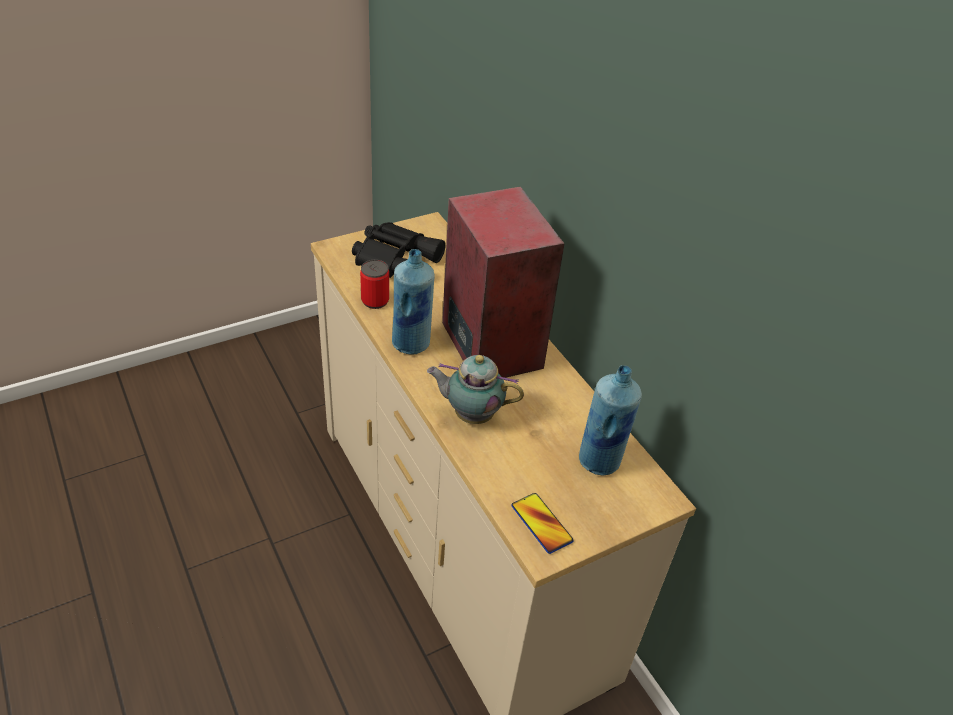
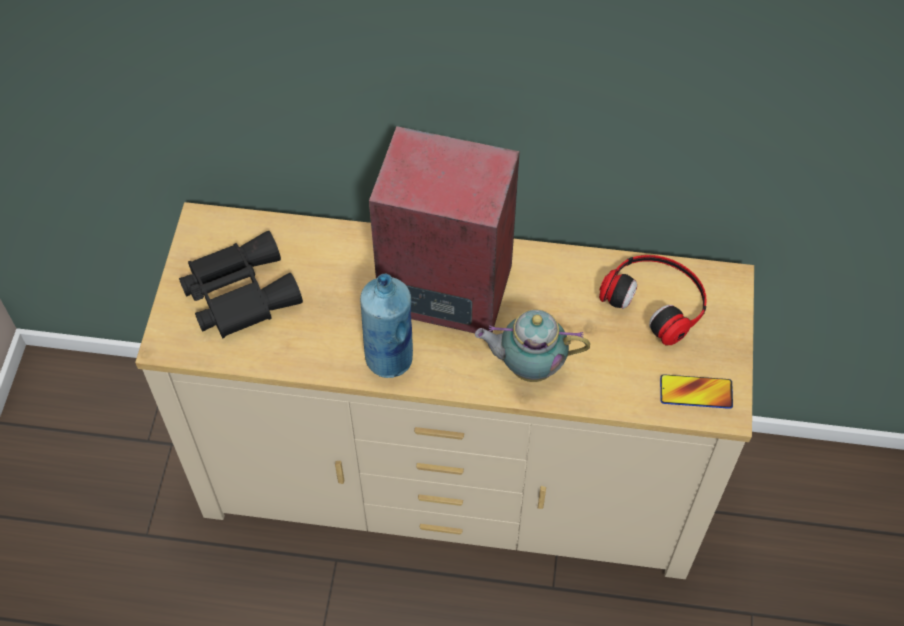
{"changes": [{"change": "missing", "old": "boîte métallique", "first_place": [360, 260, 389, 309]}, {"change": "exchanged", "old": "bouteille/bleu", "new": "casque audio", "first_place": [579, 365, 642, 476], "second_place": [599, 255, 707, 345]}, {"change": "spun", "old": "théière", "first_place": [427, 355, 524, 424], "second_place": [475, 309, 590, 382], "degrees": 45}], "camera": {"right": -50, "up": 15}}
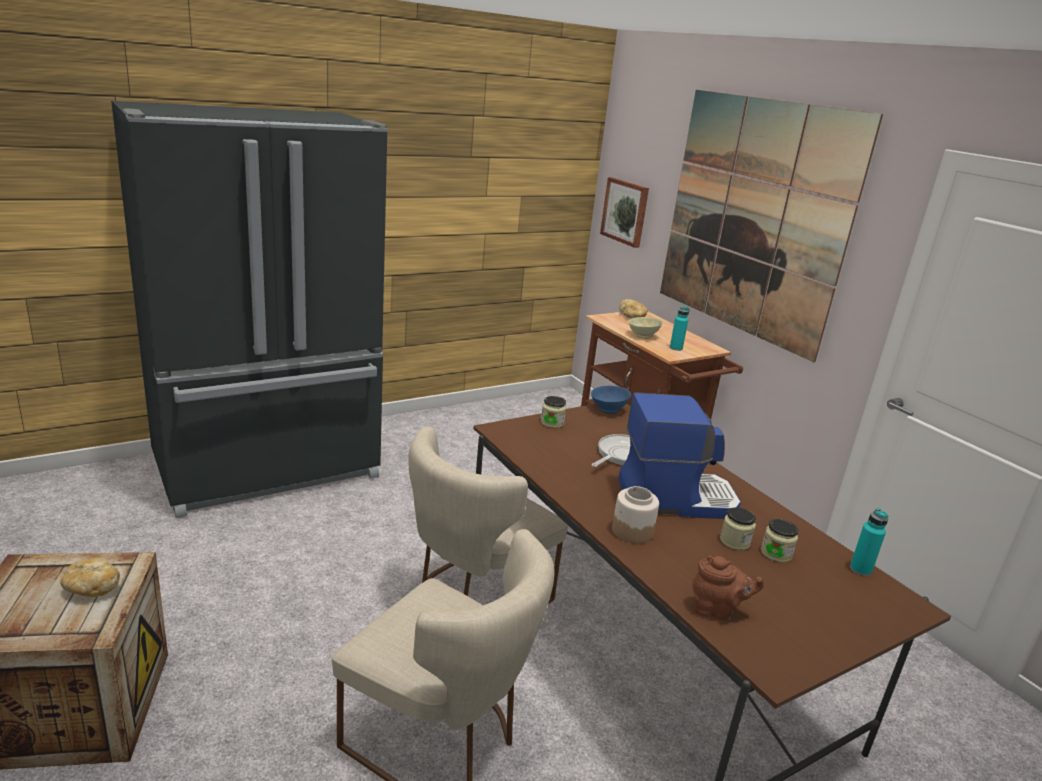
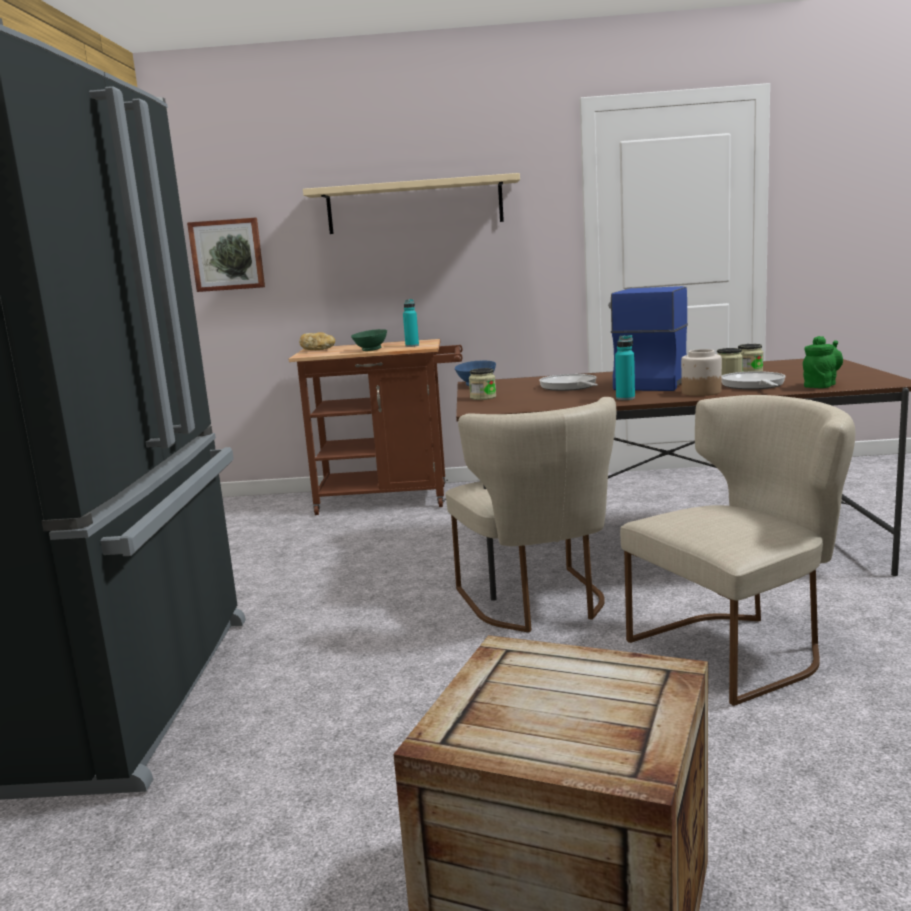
{"changes": [{"change": "missing", "old": "pain", "first_place": [60, 559, 120, 597]}, {"change": "appeared", "new": "poêle", "second_place": [722, 371, 786, 390]}, {"change": "relocated", "old": "bouteille/turquoise", "first_place": [850, 508, 889, 576], "second_place": [615, 335, 635, 400]}, {"change": "exchanged", "old": "tableau", "new": "étagère/beige", "first_place": [660, 90, 883, 362], "second_place": [303, 173, 520, 234]}, {"change": "colour", "old": "bol/beige", "new": "bol/vert", "first_place": [628, 317, 663, 339], "second_place": [351, 329, 387, 351]}, {"change": "colour", "old": "théière/marron", "new": "théière/vert", "first_place": [692, 556, 764, 620], "second_place": [803, 336, 843, 388]}], "camera": {"right": -55, "up": -10}}
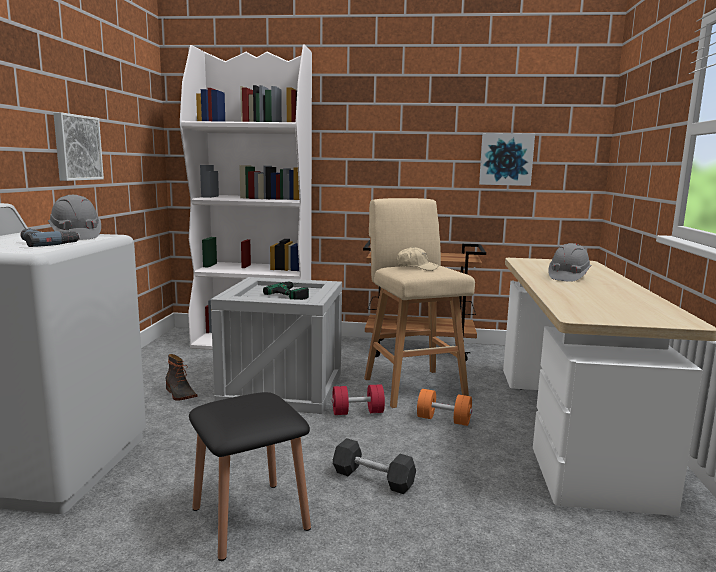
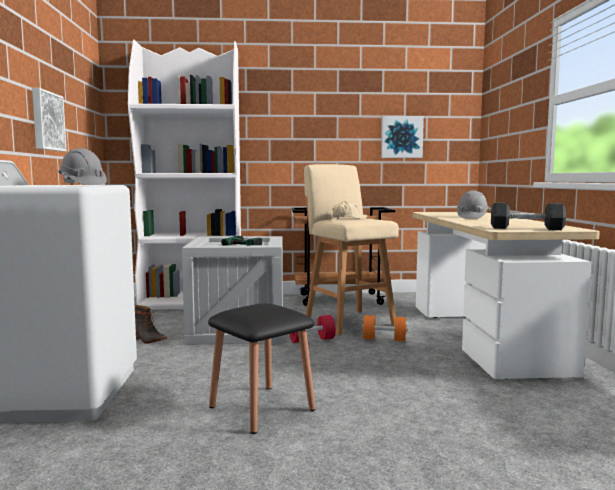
{"changes": [{"change": "missing", "old": "perceuse", "first_place": [20, 229, 81, 247]}, {"change": "relocated", "old": "haltère/gris", "first_place": [333, 438, 416, 494], "second_place": [491, 202, 566, 230]}], "camera": {"right": -10, "up": -5}}
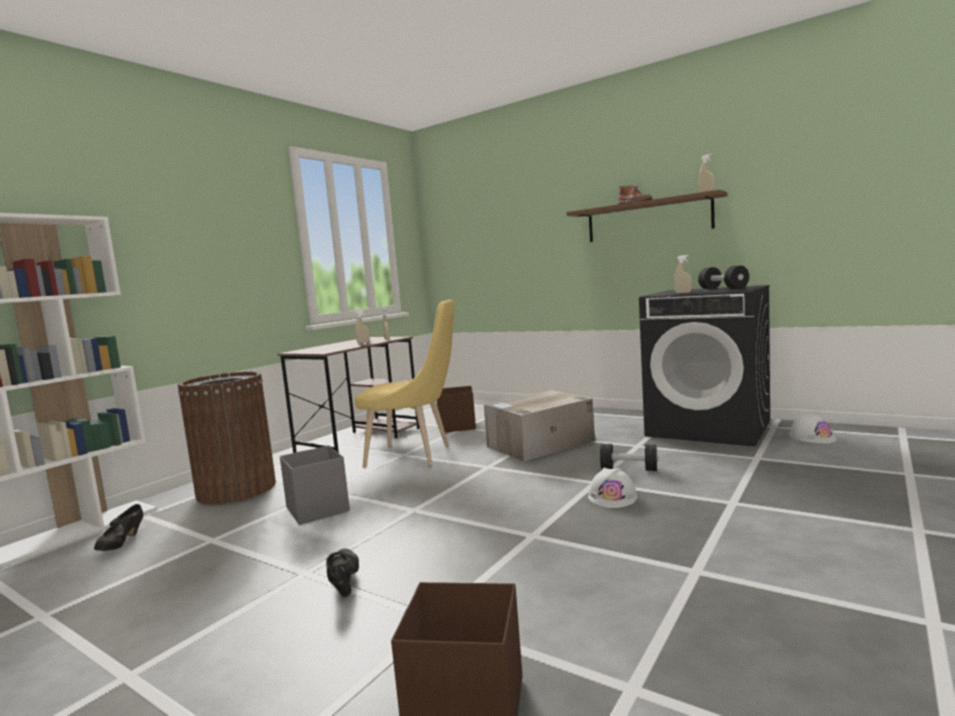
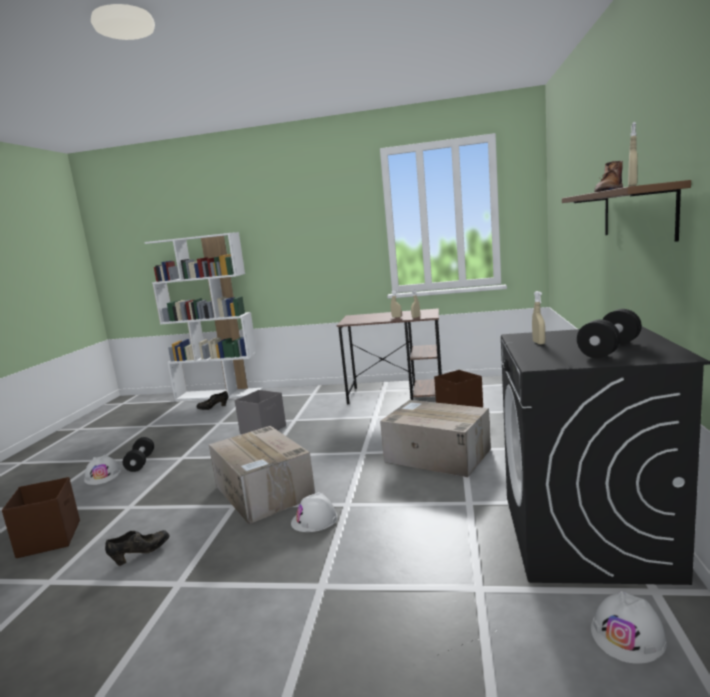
{"changes": [{"change": "missing", "old": "poubelle/marron", "first_place": [178, 371, 276, 504]}, {"change": "missing", "old": "chaise/jaune", "first_place": [355, 300, 455, 468]}, {"change": "appeared", "new": "casque de chantier/blanc", "second_place": [84, 455, 121, 485]}, {"change": "appeared", "new": "carton", "second_place": [209, 426, 315, 524]}, {"change": "relocated", "old": "chaussure/noir", "first_place": [326, 549, 359, 597], "second_place": [105, 530, 170, 566]}, {"change": "relocated", "old": "haltère/noir", "first_place": [600, 444, 658, 471], "second_place": [123, 437, 154, 472]}], "camera": {"right": 65, "up": 5}}
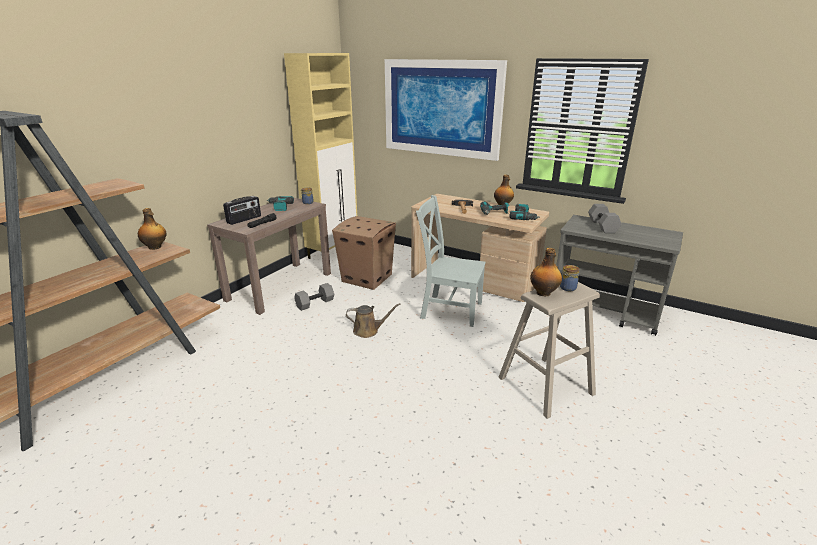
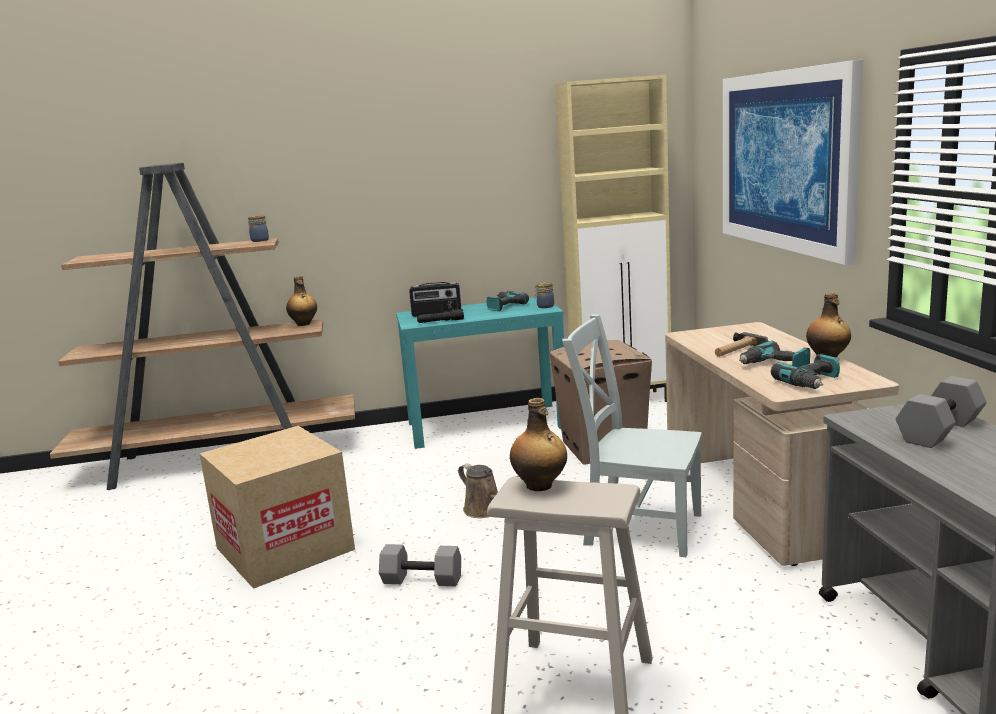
{"changes": [{"change": "appeared", "new": "carton", "second_place": [199, 426, 355, 589]}, {"change": "relocated", "old": "haltère/gris", "first_place": [294, 283, 334, 311], "second_place": [379, 544, 461, 586]}, {"change": "relocated", "old": "bocal", "first_place": [560, 265, 580, 291], "second_place": [248, 215, 269, 242]}, {"change": "colour", "old": "table console/marron", "new": "table console/turquoise", "first_place": [207, 198, 331, 315], "second_place": [396, 297, 564, 449]}, {"change": "spun", "old": "chaise/gris", "first_place": [416, 195, 486, 327], "second_place": [562, 314, 702, 557], "degrees": -45}], "camera": {"right": 50, "up": -10}}
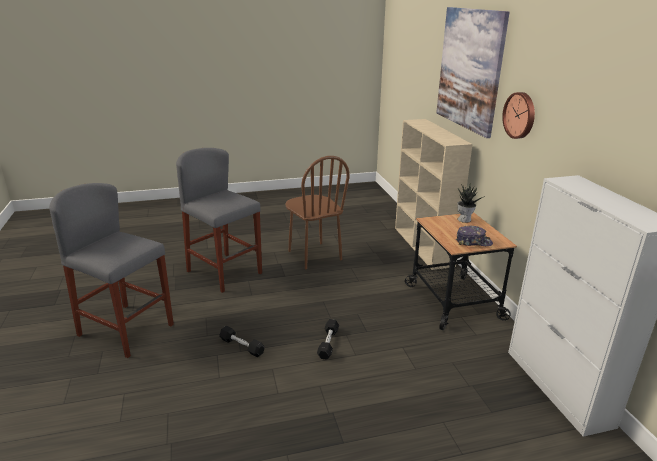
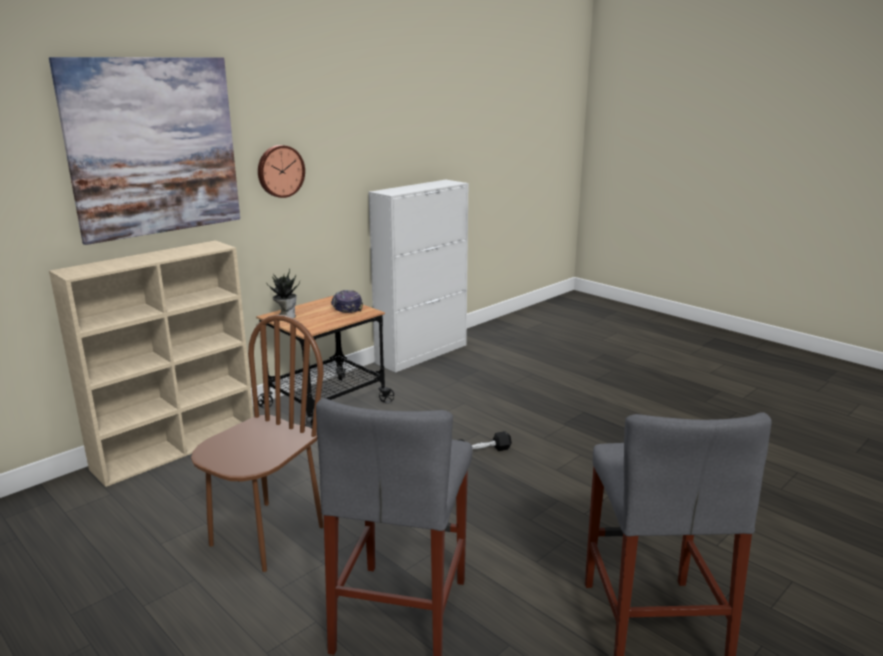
{"changes": [{"change": "missing", "old": "haltère/noir", "first_place": [219, 326, 264, 357]}], "camera": {"right": -120, "up": -5}}
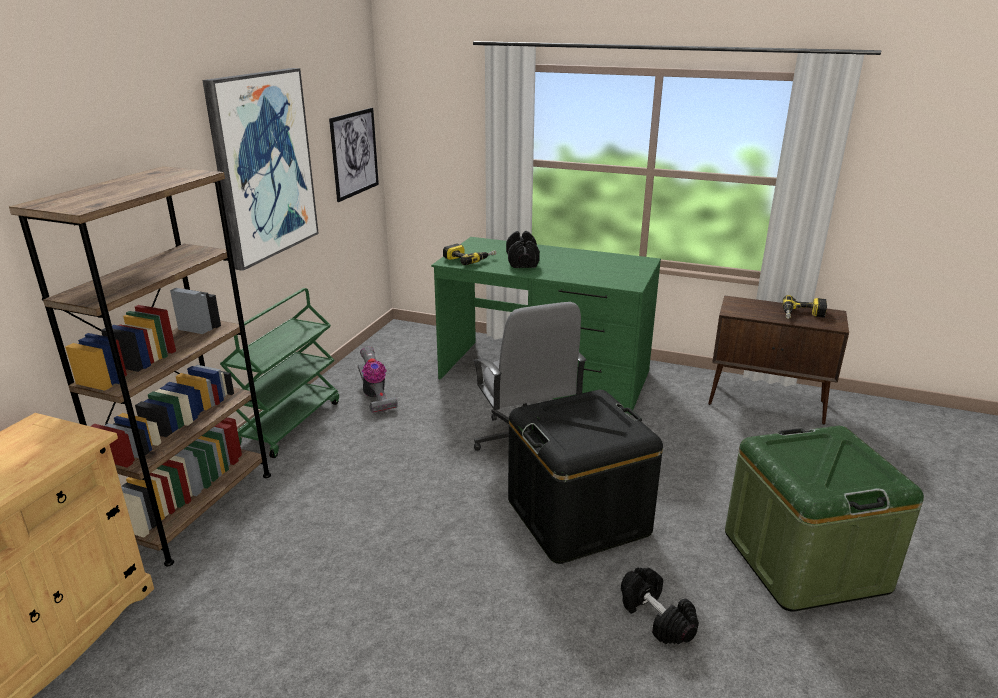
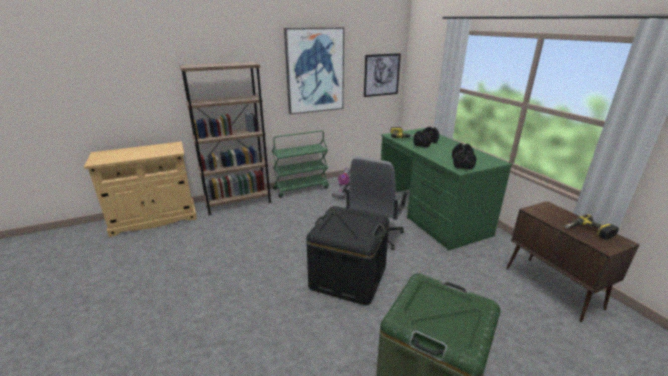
{"changes": [{"change": "relocated", "old": "haltère/noir", "first_place": [621, 568, 699, 644], "second_place": [452, 143, 476, 169]}], "camera": {"right": 45, "up": 0}}
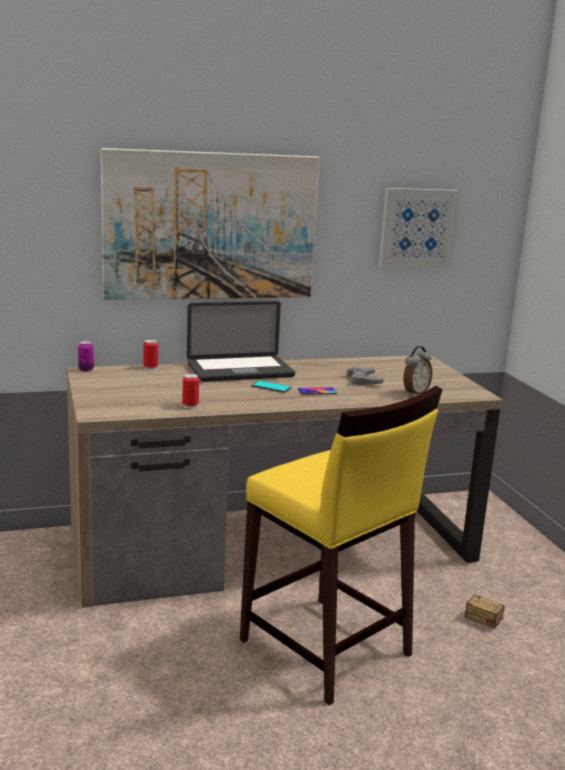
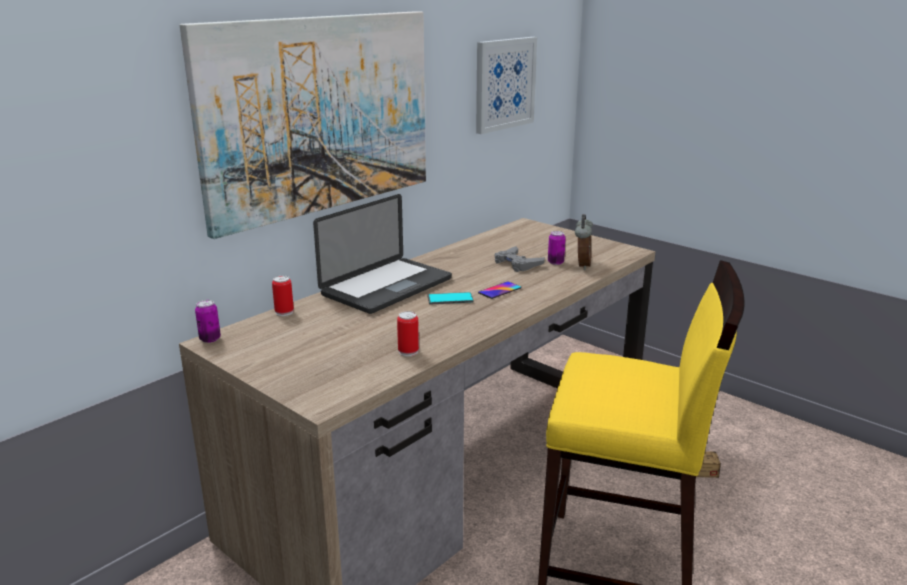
{"changes": [{"change": "appeared", "new": "boîte métallique", "second_place": [548, 231, 566, 265]}], "camera": {"right": -30, "up": 5}}
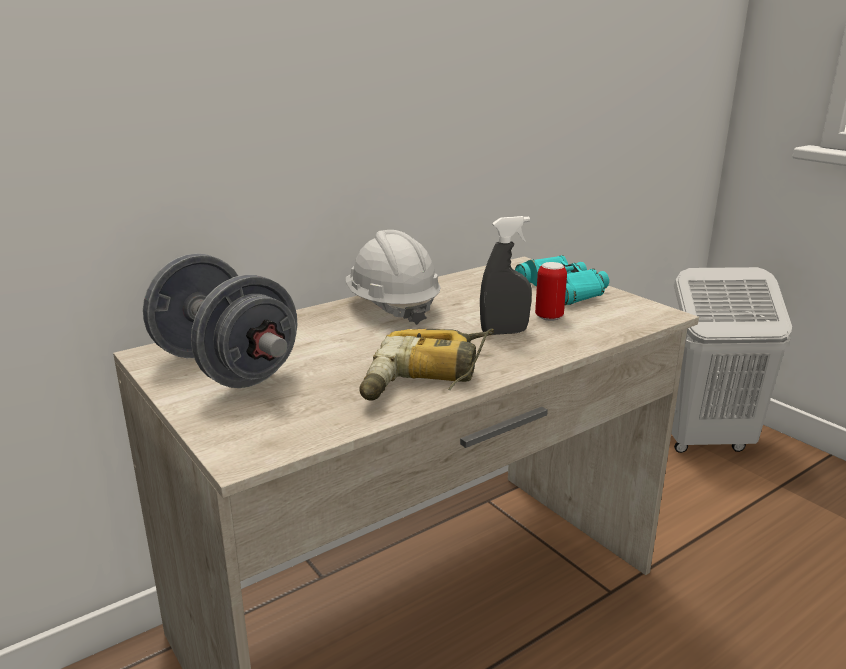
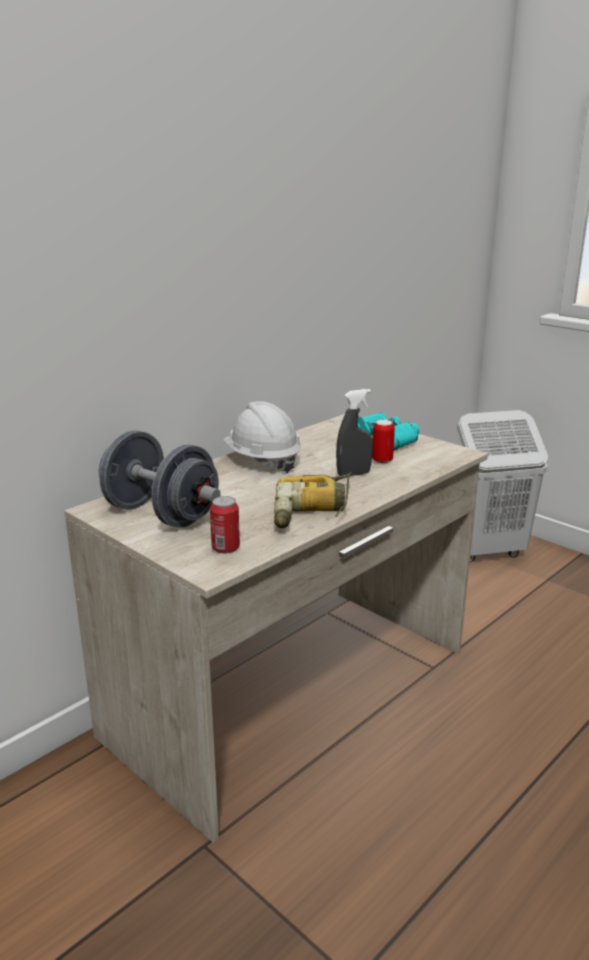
{"changes": [{"change": "appeared", "new": "boîte métallique", "second_place": [210, 496, 240, 553]}], "camera": {"right": -10, "up": 0}}
